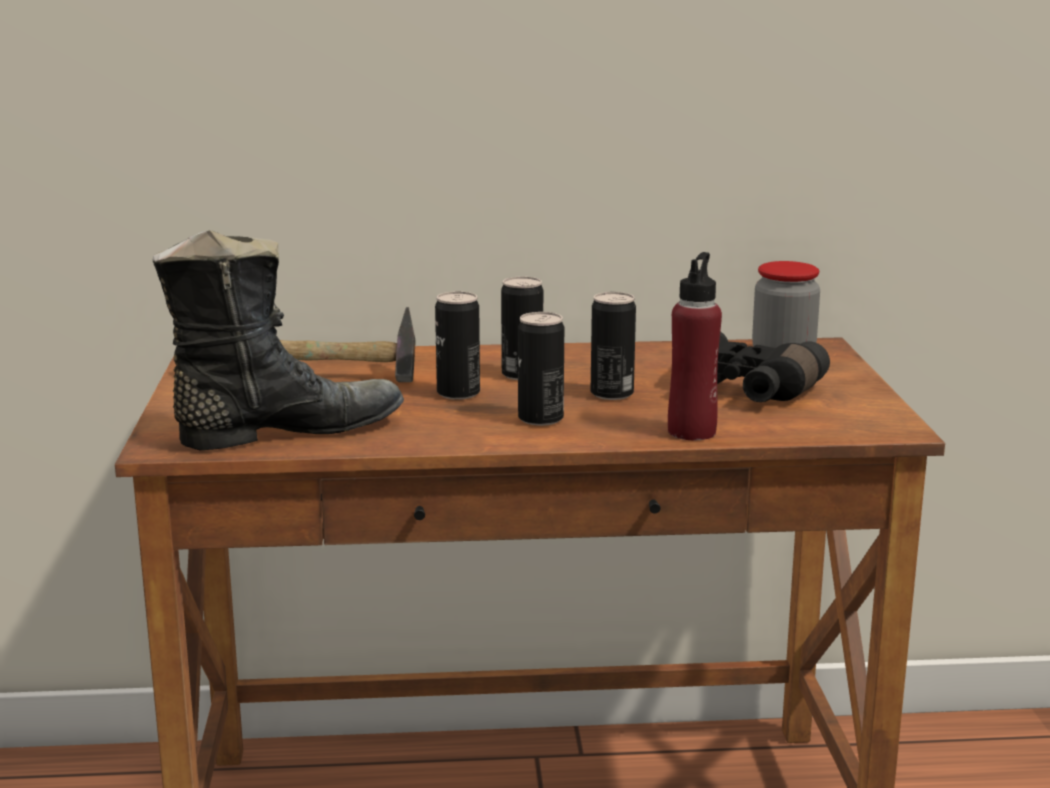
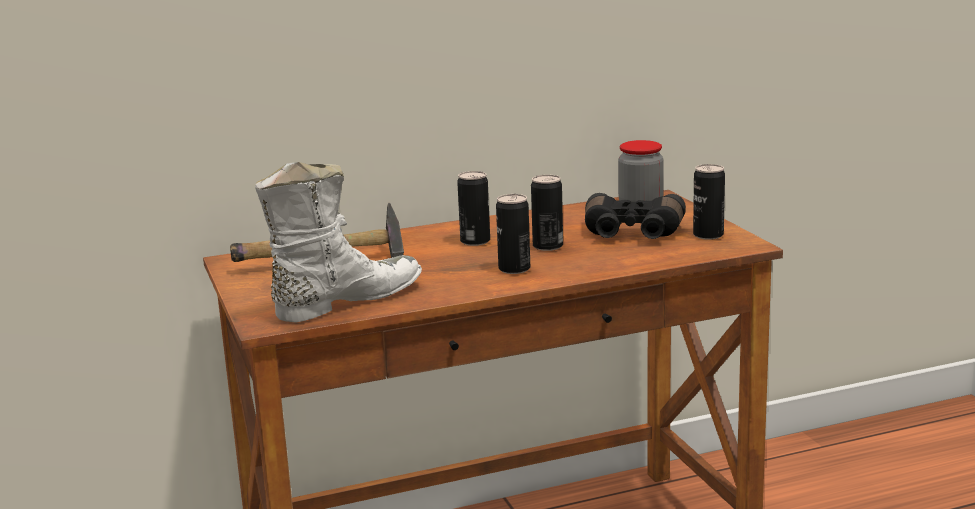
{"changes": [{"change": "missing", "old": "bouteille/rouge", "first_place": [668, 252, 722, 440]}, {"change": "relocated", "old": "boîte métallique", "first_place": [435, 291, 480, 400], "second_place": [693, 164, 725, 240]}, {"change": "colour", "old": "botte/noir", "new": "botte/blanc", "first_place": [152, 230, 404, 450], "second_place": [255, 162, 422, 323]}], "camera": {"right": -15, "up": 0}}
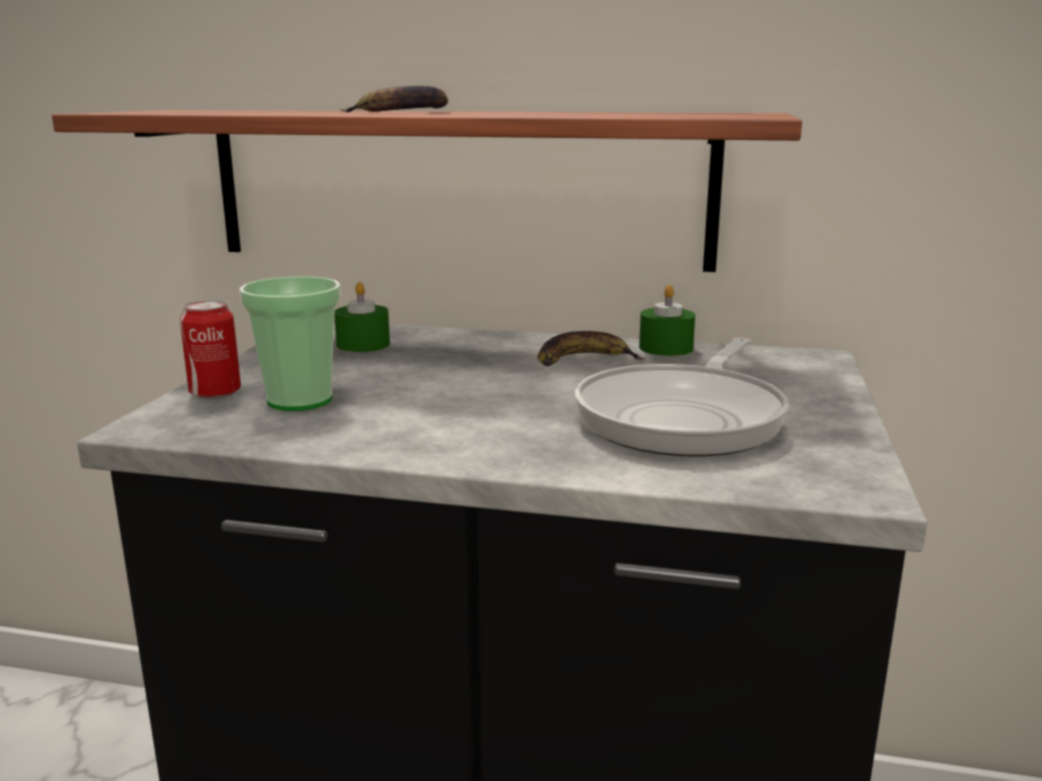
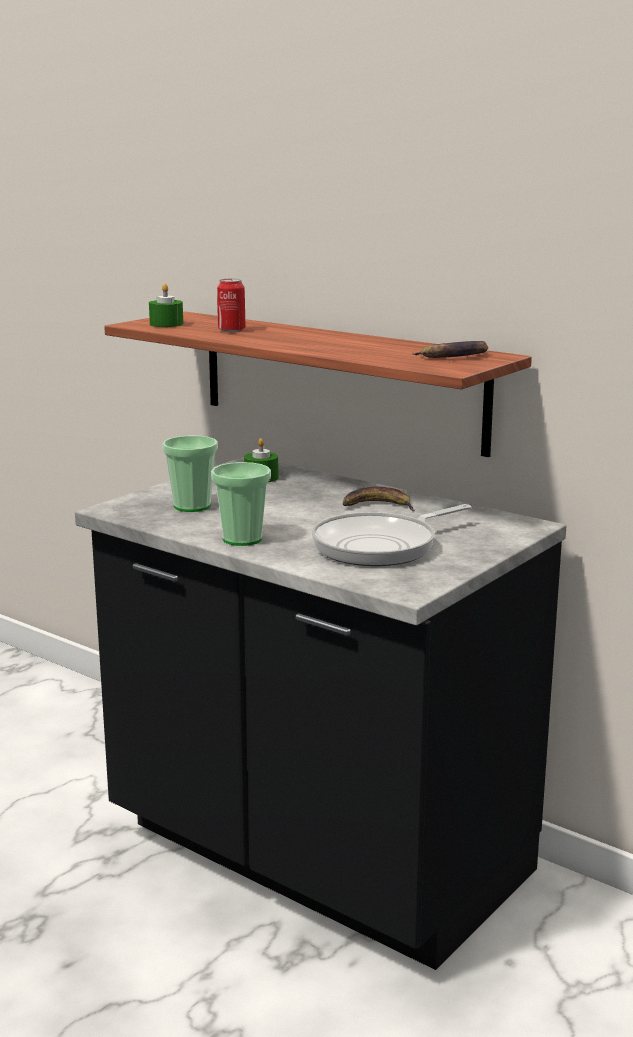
{"changes": [{"change": "appeared", "new": "tasse", "second_place": [211, 462, 271, 546]}, {"change": "relocated", "old": "boîte métallique", "first_place": [180, 300, 241, 399], "second_place": [217, 278, 245, 332]}, {"change": "relocated", "old": "banane", "first_place": [341, 86, 448, 112], "second_place": [412, 341, 488, 358]}, {"change": "relocated", "old": "bougie/vert", "first_place": [639, 285, 695, 356], "second_place": [149, 284, 183, 327]}], "camera": {"right": 25, "up": 0}}
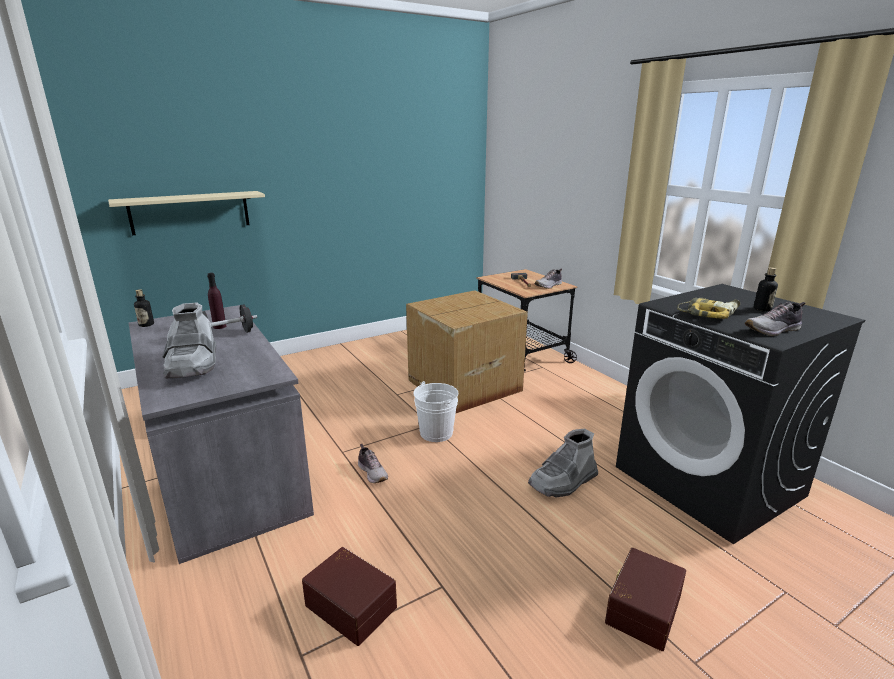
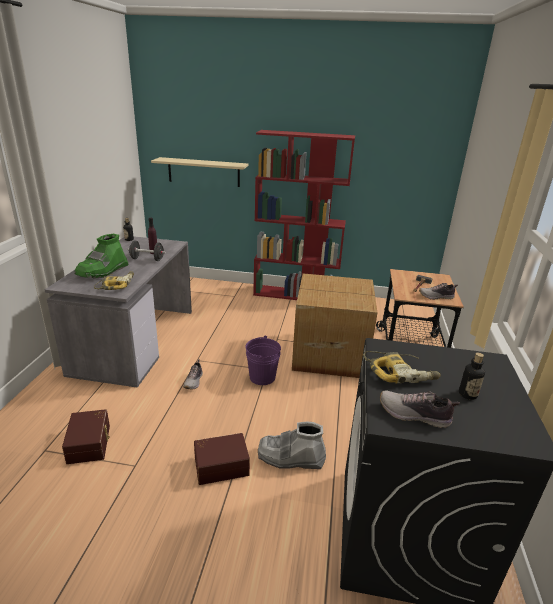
{"changes": [{"change": "appeared", "new": "perceuse", "second_place": [94, 271, 134, 290]}, {"change": "appeared", "new": "bibliothèque/rouge", "second_place": [253, 130, 355, 300]}, {"change": "relocated", "old": "boîte de rangement/marron", "first_place": [605, 548, 686, 651], "second_place": [194, 433, 250, 485]}, {"change": "colour", "old": "botte/gris", "new": "botte/vert", "first_place": [162, 302, 216, 378], "second_place": [74, 234, 128, 279]}, {"change": "colour", "old": "seau/blanc", "new": "seau/violet", "first_place": [413, 381, 458, 442], "second_place": [245, 336, 281, 385]}], "camera": {"right": 40, "up": 5}}
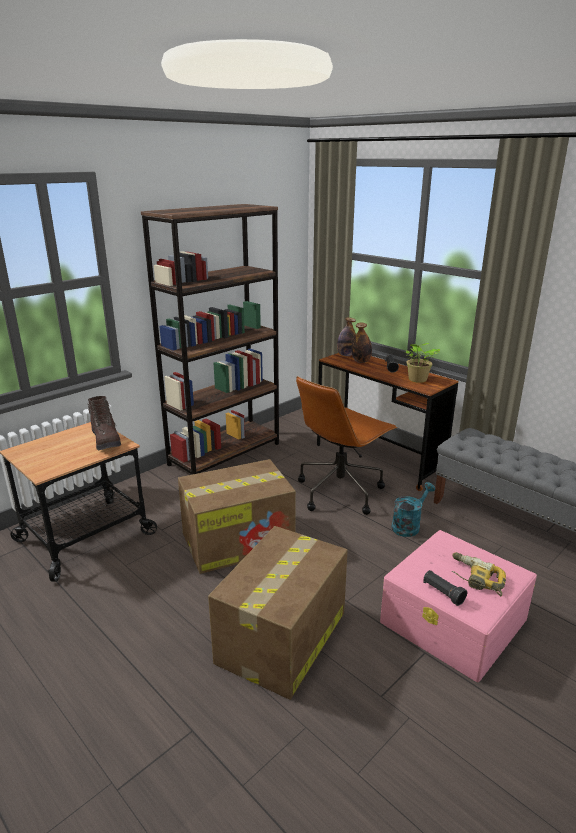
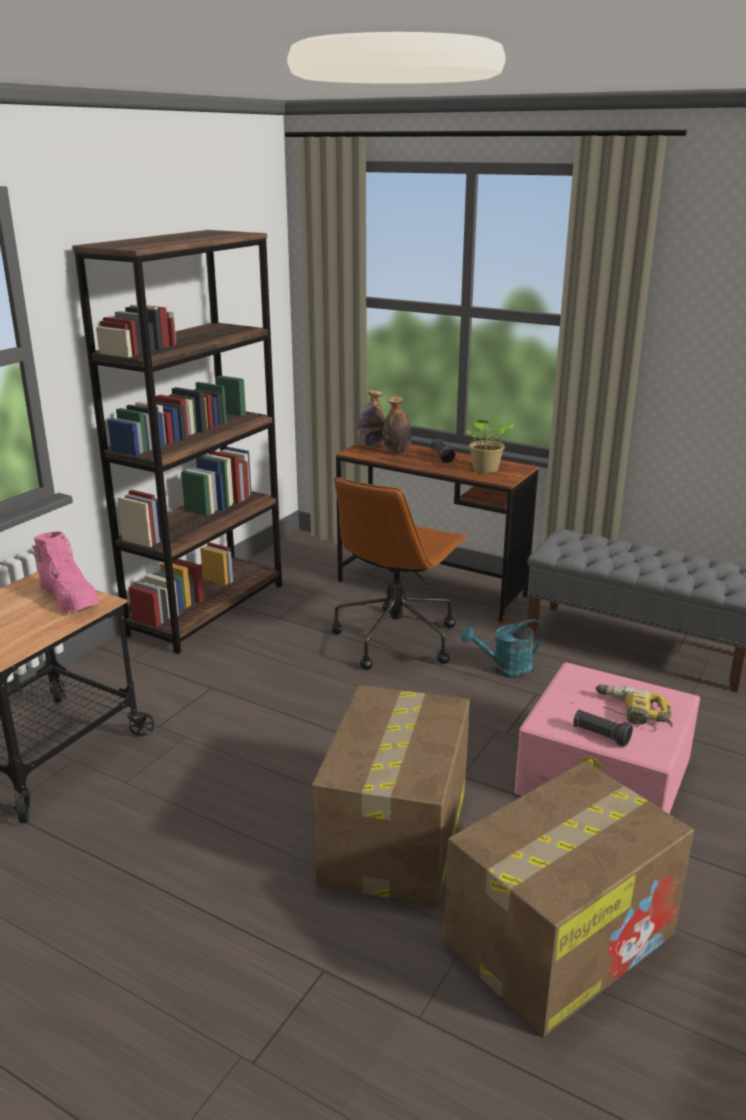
{"changes": [{"change": "relocated", "old": "carton", "first_place": [178, 459, 296, 574], "second_place": [444, 761, 694, 1037]}, {"change": "colour", "old": "botte/marron", "new": "botte/rose", "first_place": [88, 396, 121, 450], "second_place": [32, 532, 99, 613]}, {"change": "spun", "old": "arrosoir/turquoise", "first_place": [391, 482, 435, 537], "second_place": [461, 619, 544, 679], "degrees": -135}], "camera": {"right": -15, "up": 0}}
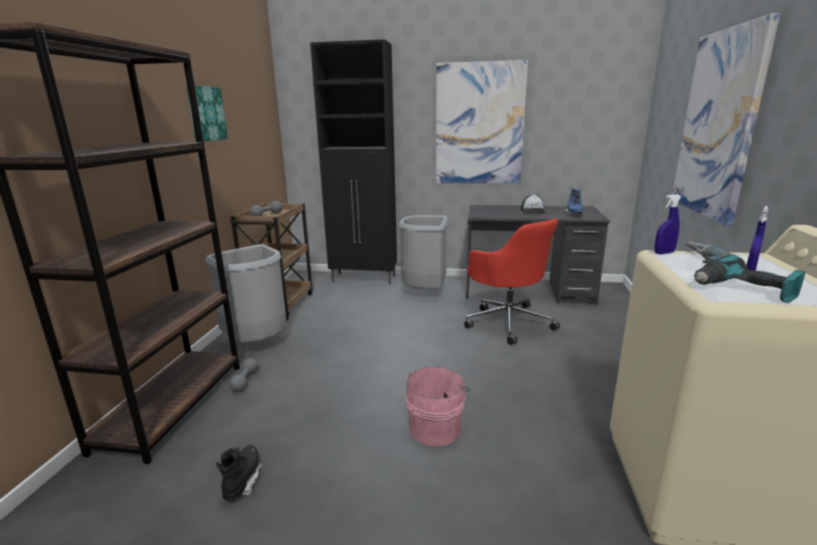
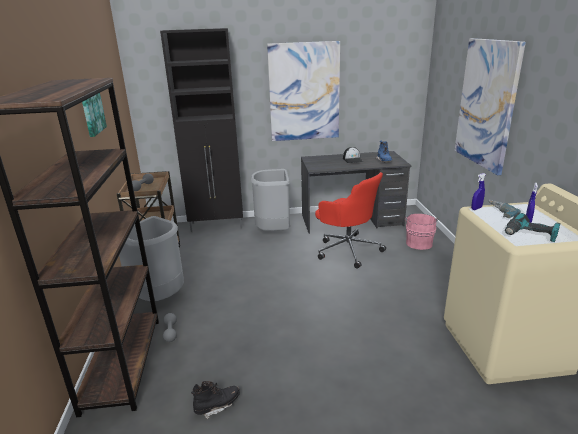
{"changes": [{"change": "relocated", "old": "seau/rose", "first_place": [405, 366, 470, 446], "second_place": [405, 213, 438, 250]}, {"change": "spun", "old": "botte/noir", "first_place": [216, 445, 262, 501], "second_place": [191, 381, 240, 419], "degrees": 75}], "camera": {"right": -15, "up": 5}}
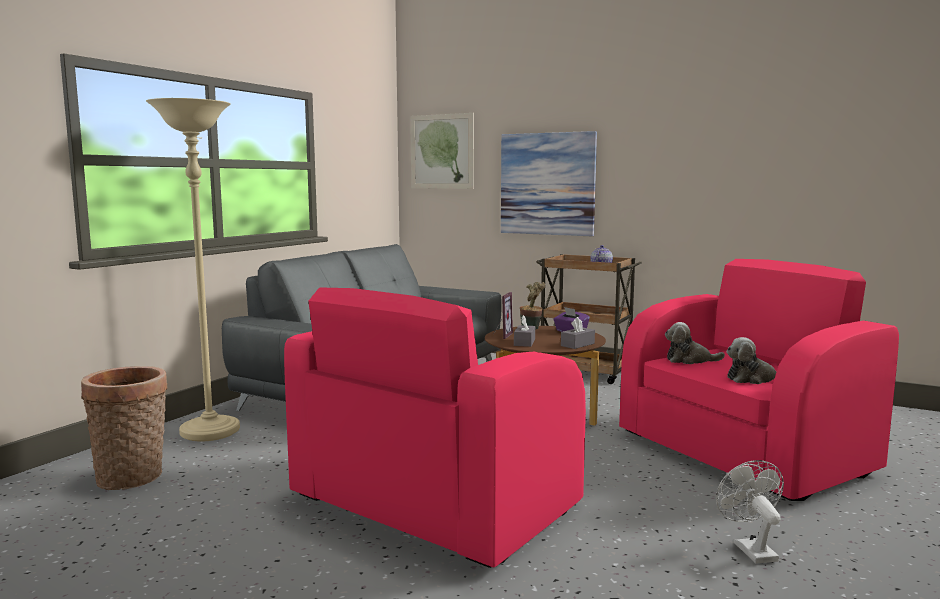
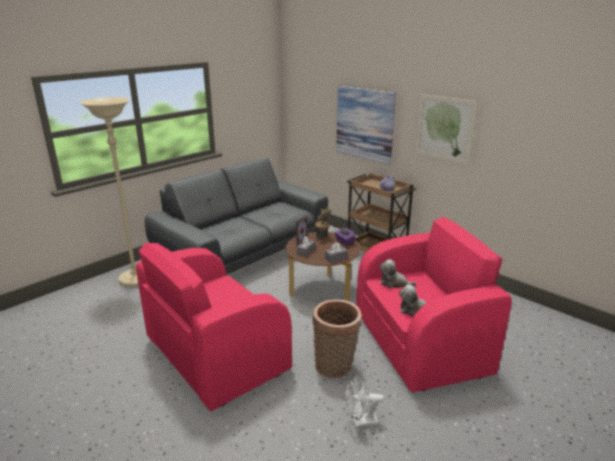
{"changes": [{"change": "relocated", "old": "panier", "first_place": [81, 366, 168, 490], "second_place": [313, 299, 362, 378]}, {"change": "relocated", "old": "tableau", "first_place": [410, 113, 474, 189], "second_place": [415, 94, 478, 165]}, {"change": "spun", "old": "ventilateur/blanc", "first_place": [716, 460, 784, 564], "second_place": [346, 376, 384, 428], "degrees": -105}], "camera": {"right": 15, "up": 15}}
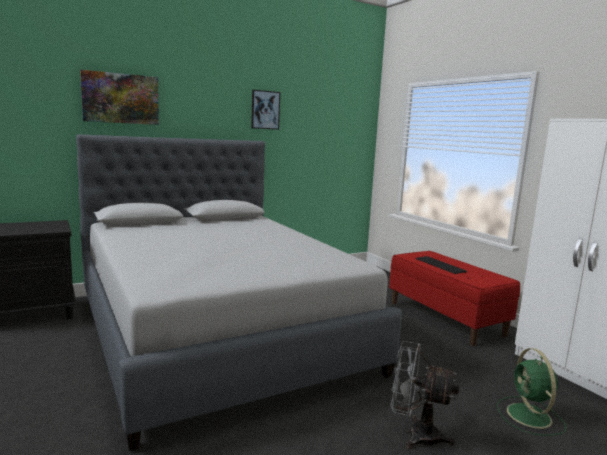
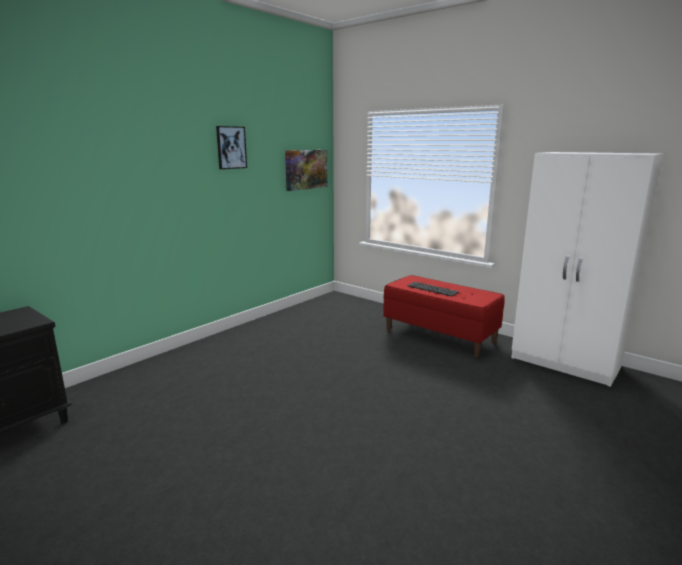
{"changes": [{"change": "missing", "old": "lit/gris", "first_place": [76, 134, 402, 451]}, {"change": "missing", "old": "ventilateur/gris", "first_place": [391, 341, 459, 449]}, {"change": "missing", "old": "ventilateur/vert", "first_place": [497, 348, 567, 436]}, {"change": "relocated", "old": "tableau", "first_place": [80, 70, 159, 125], "second_place": [285, 150, 328, 191]}], "camera": {"right": -20, "up": 5}}
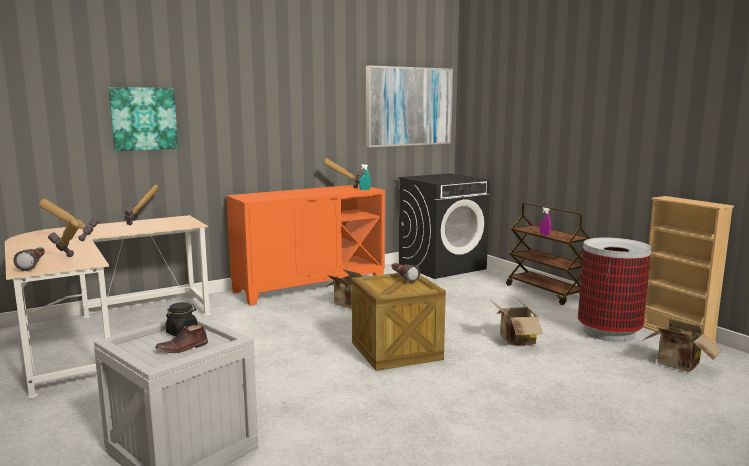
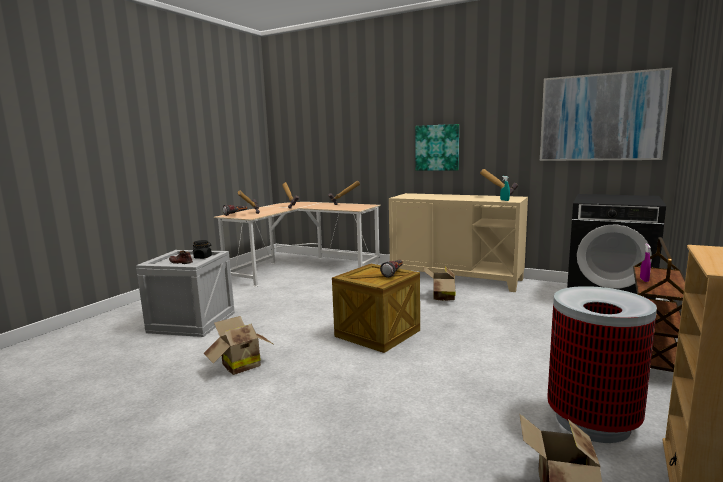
{"changes": [{"change": "relocated", "old": "tableau", "first_place": [108, 87, 178, 151], "second_place": [415, 124, 459, 171]}, {"change": "relocated", "old": "carton", "first_place": [491, 298, 543, 346], "second_place": [204, 316, 273, 375]}, {"change": "colour", "old": "meuble de rangement/orange", "new": "meuble de rangement/beige", "first_place": [226, 185, 385, 306], "second_place": [389, 193, 528, 292]}], "camera": {"right": 60, "up": 0}}
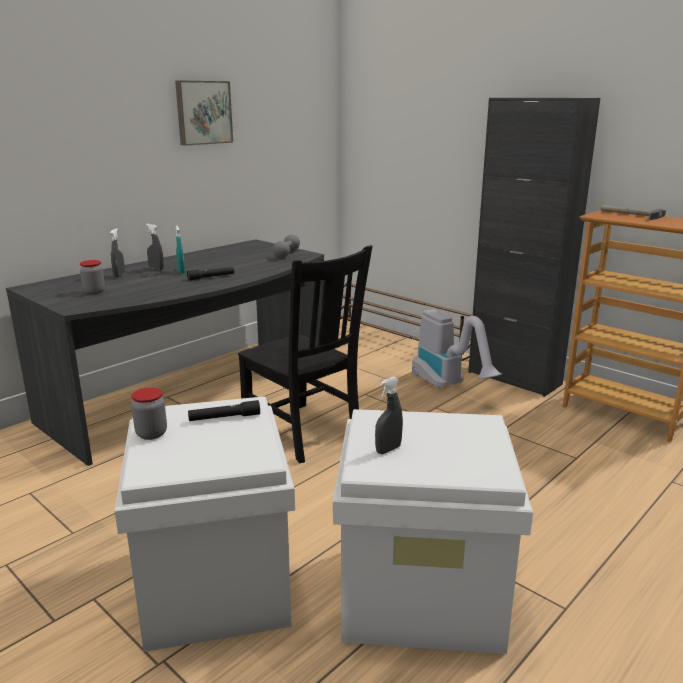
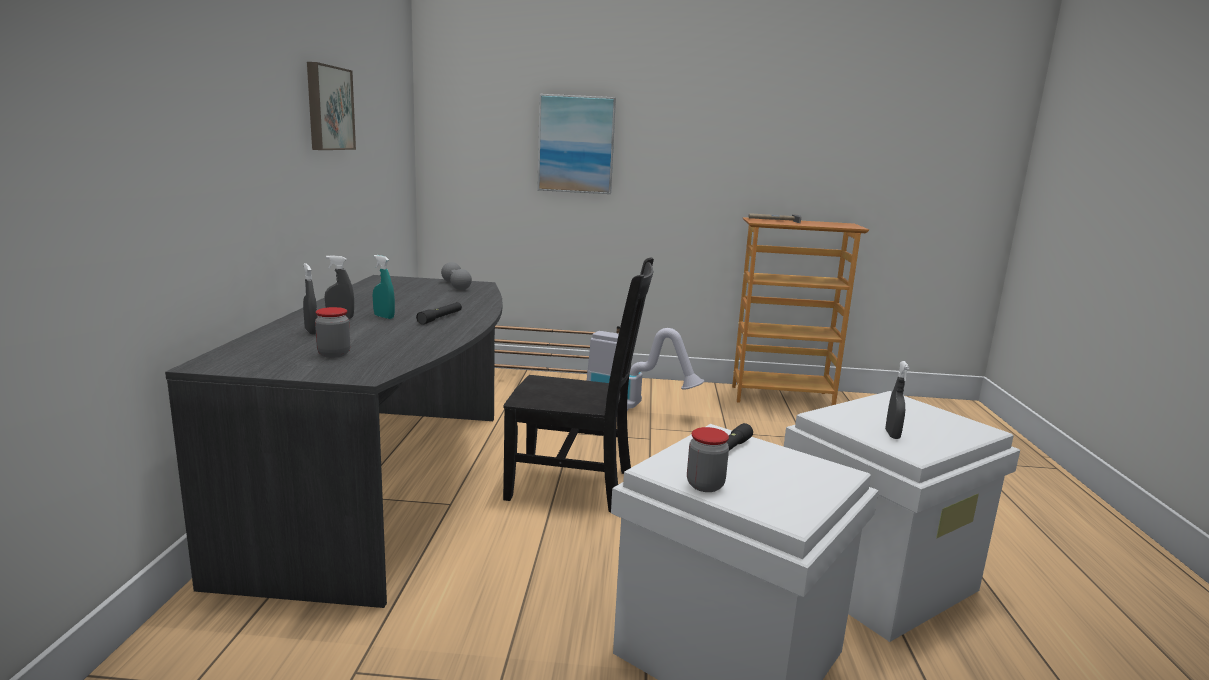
{"changes": [{"change": "missing", "old": "meuble de rangement/noir", "first_place": [468, 98, 600, 397]}, {"change": "appeared", "new": "tableau", "second_place": [537, 94, 616, 194]}], "camera": {"right": -40, "up": -5}}
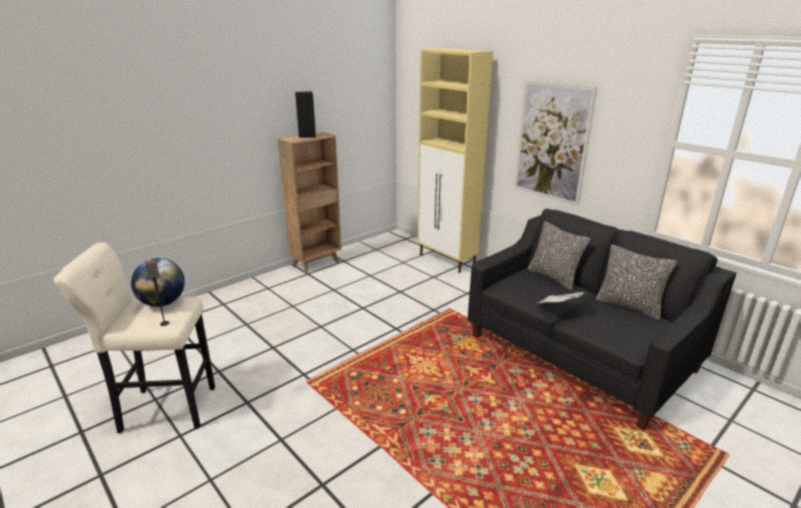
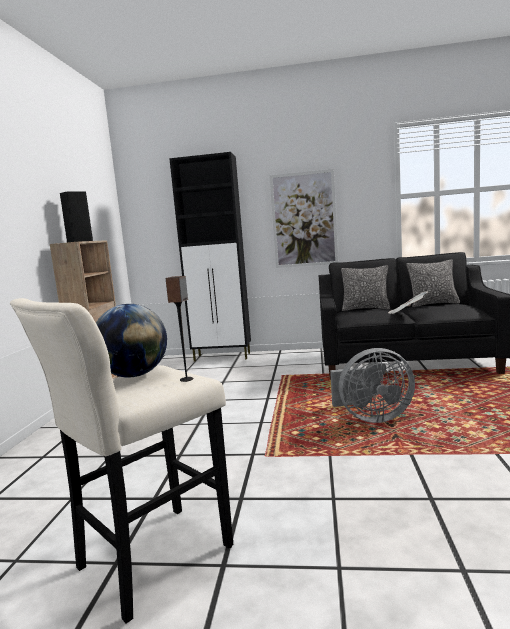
{"changes": [{"change": "appeared", "new": "ventilateur/gris", "second_place": [330, 348, 415, 423]}, {"change": "colour", "old": "meuble de rangement/beige", "new": "meuble de rangement/noir", "first_place": [418, 48, 493, 273], "second_place": [169, 152, 251, 362]}], "camera": {"right": -40, "up": -15}}
